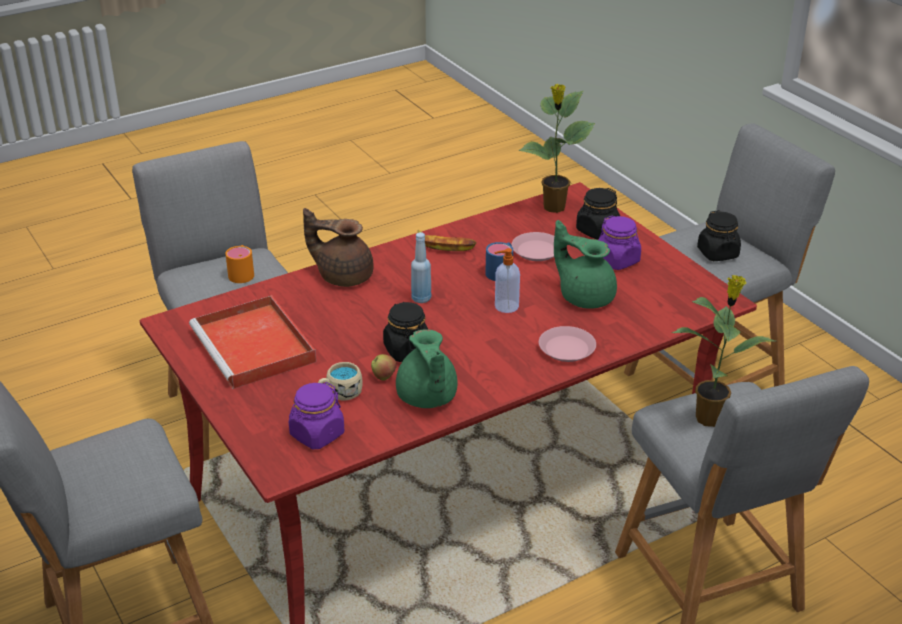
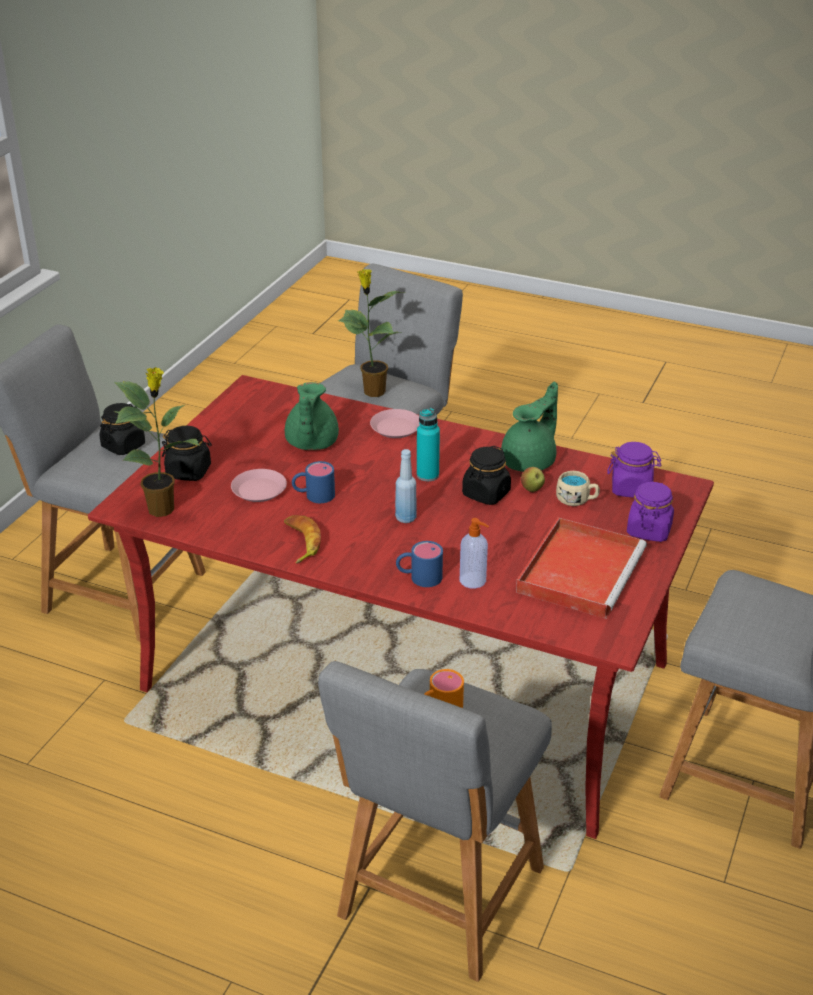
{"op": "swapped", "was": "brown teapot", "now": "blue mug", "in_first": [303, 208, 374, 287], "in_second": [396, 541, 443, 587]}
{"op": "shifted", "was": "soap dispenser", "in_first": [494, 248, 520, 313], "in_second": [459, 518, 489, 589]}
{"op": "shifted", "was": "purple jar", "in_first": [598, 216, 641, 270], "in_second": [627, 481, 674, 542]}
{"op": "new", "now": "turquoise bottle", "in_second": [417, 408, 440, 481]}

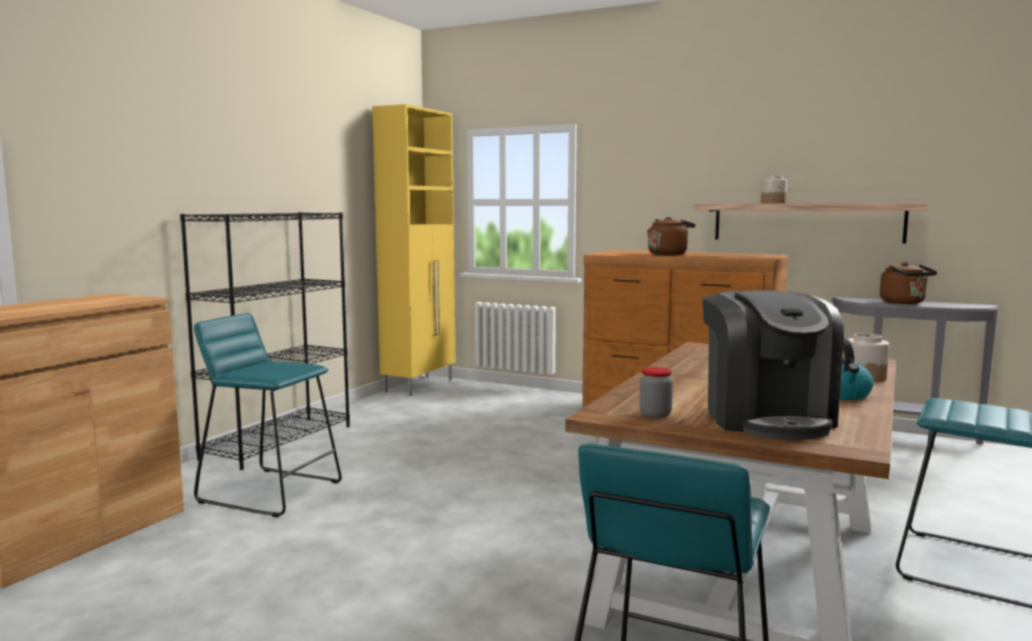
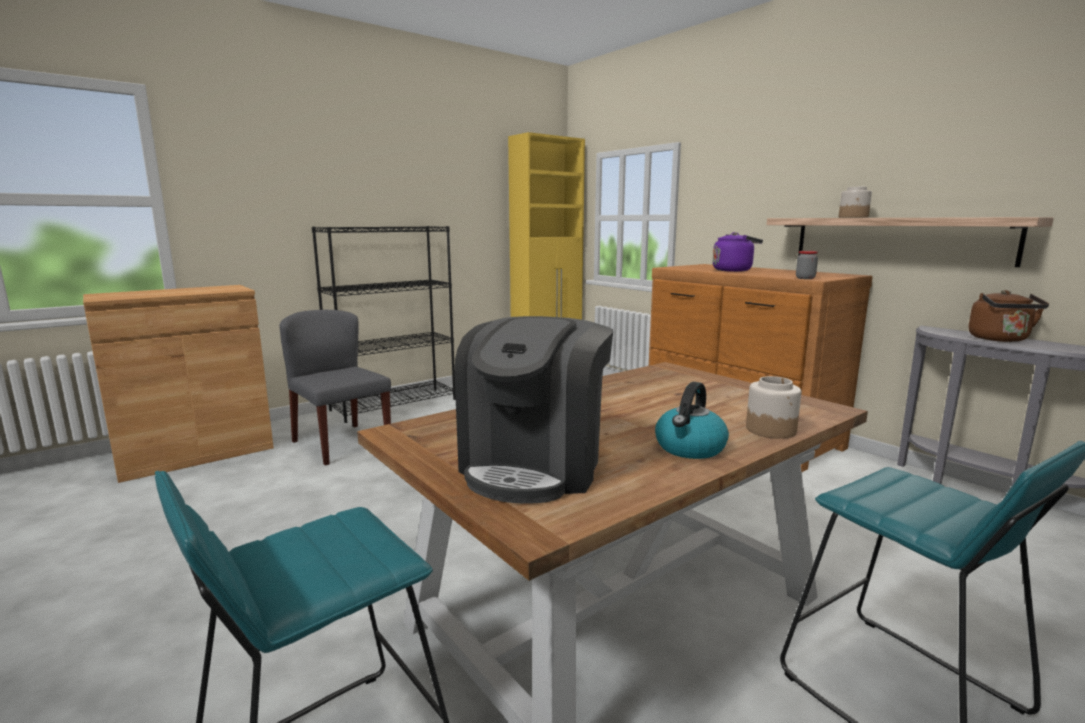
{"op": "swapped", "was": "turquoise stool", "now": "grey chair", "in_first": [194, 313, 342, 517], "in_second": [280, 310, 391, 466]}
{"op": "shifted", "was": "jar", "in_first": [639, 367, 673, 418], "in_second": [796, 251, 818, 279]}
{"op": "repainted", "was": "brown kettle", "now": "purple kettle", "in_first": [647, 217, 696, 256], "in_second": [713, 232, 763, 272]}

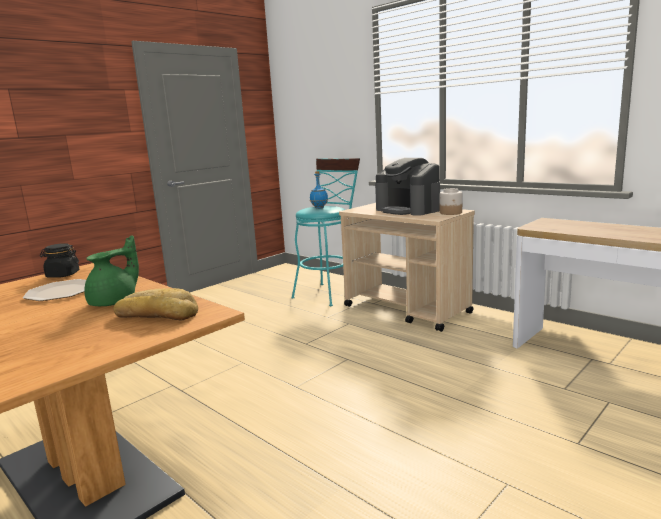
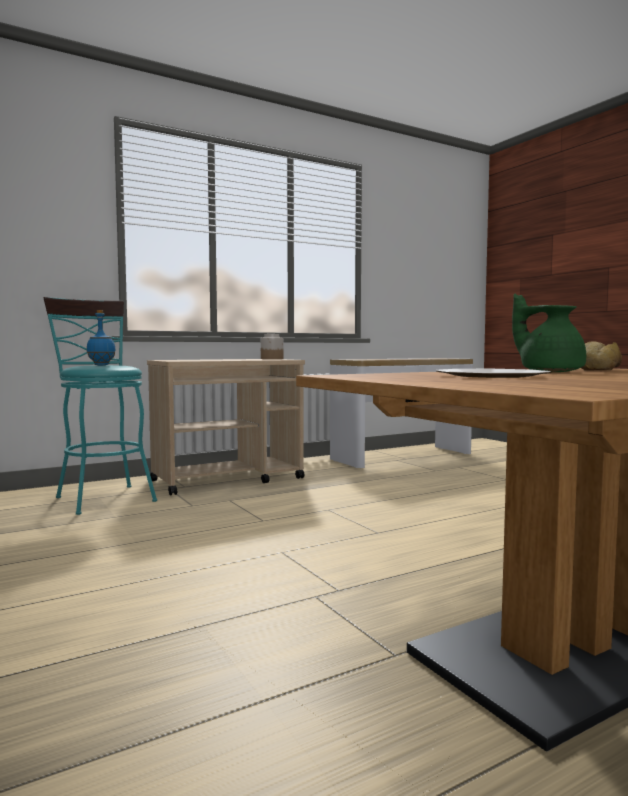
{"op": "gone", "was": "black jar", "in_first": [40, 243, 79, 278]}
{"op": "gone", "was": "coffee machine", "in_first": [375, 158, 440, 216]}

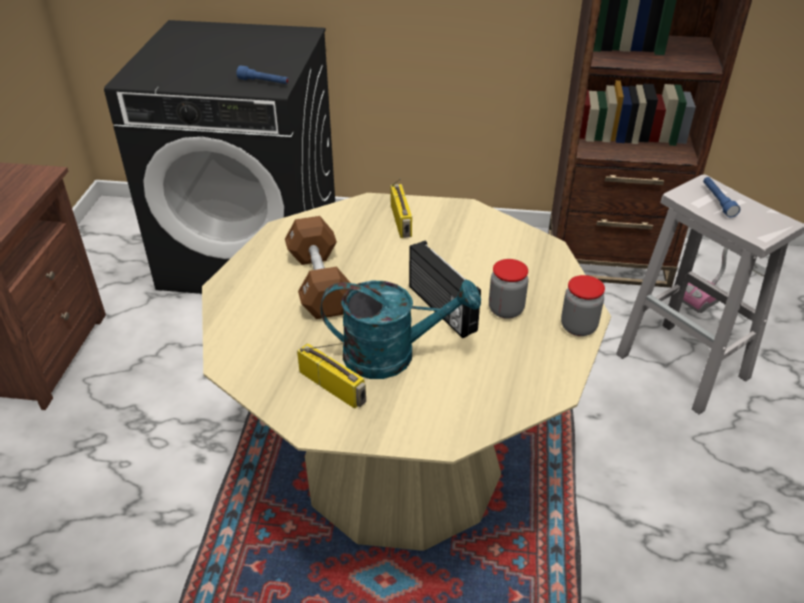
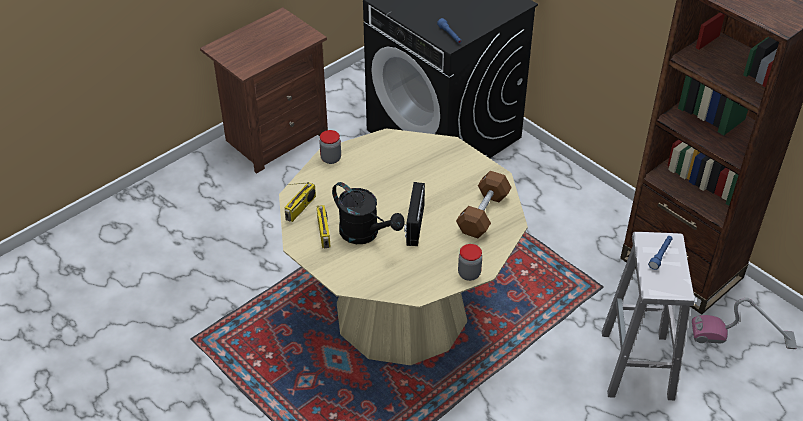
{"op": "shifted", "was": "brown dumbbell", "in_first": [285, 216, 351, 319], "in_second": [456, 171, 512, 238]}
{"op": "repainted", "was": "turquoise watering can", "now": "black watering can", "in_first": [321, 280, 481, 379], "in_second": [332, 182, 405, 244]}
{"op": "shifted", "was": "radio", "in_first": [390, 178, 412, 238], "in_second": [284, 182, 316, 222]}
{"op": "shifted", "was": "jar", "in_first": [489, 259, 528, 319], "in_second": [319, 130, 341, 164]}

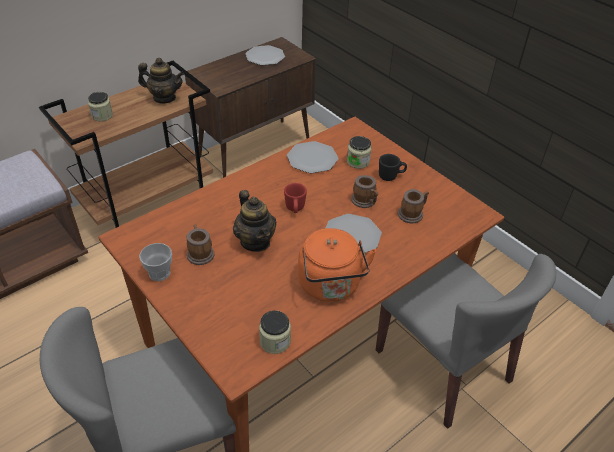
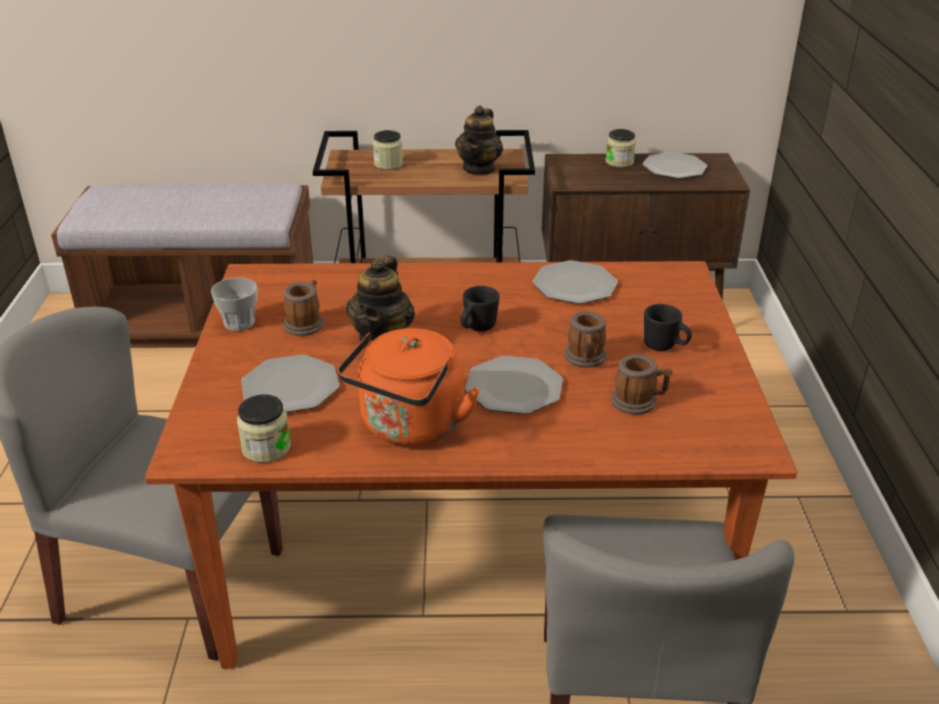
{"op": "rotated", "was": "teapot", "in_first": [138, 58, 184, 104], "in_second": [455, 105, 503, 176], "clockwise": 60}
{"op": "repainted", "was": "red mug", "now": "black mug", "in_first": [284, 183, 307, 213], "in_second": [461, 286, 499, 331]}
{"op": "shifted", "was": "jar", "in_first": [347, 136, 371, 169], "in_second": [606, 129, 636, 167]}
{"op": "new", "now": "plate", "in_second": [241, 355, 339, 413]}

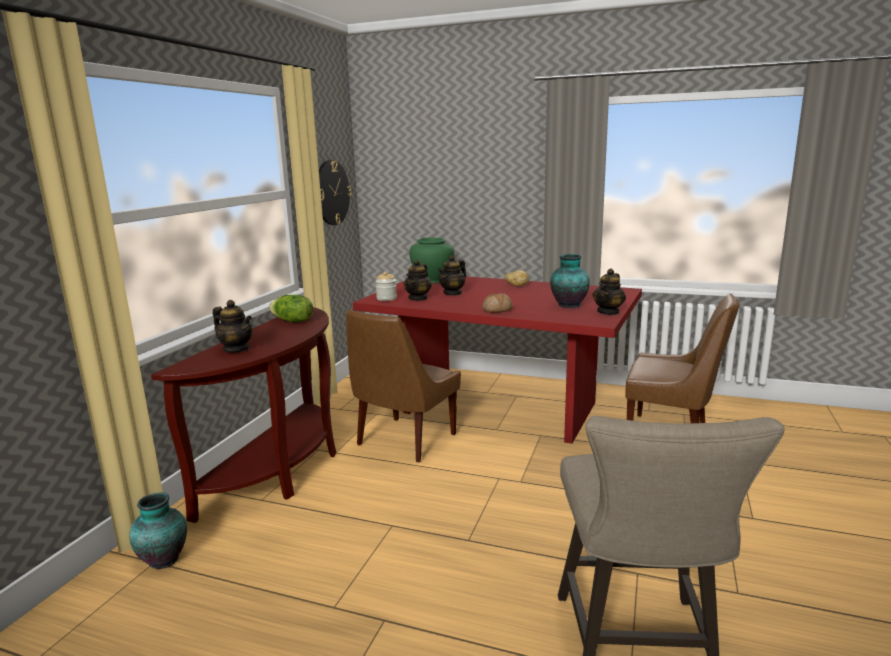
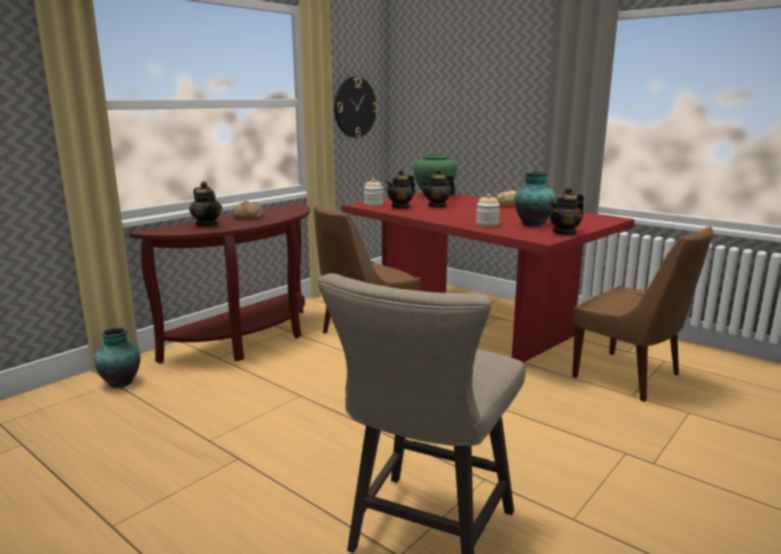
{"op": "gone", "was": "lettuce", "in_first": [269, 295, 313, 322]}
{"op": "shifted", "was": "bread", "in_first": [483, 293, 513, 313], "in_second": [234, 201, 264, 219]}
{"op": "new", "now": "jar", "in_second": [476, 194, 500, 227]}

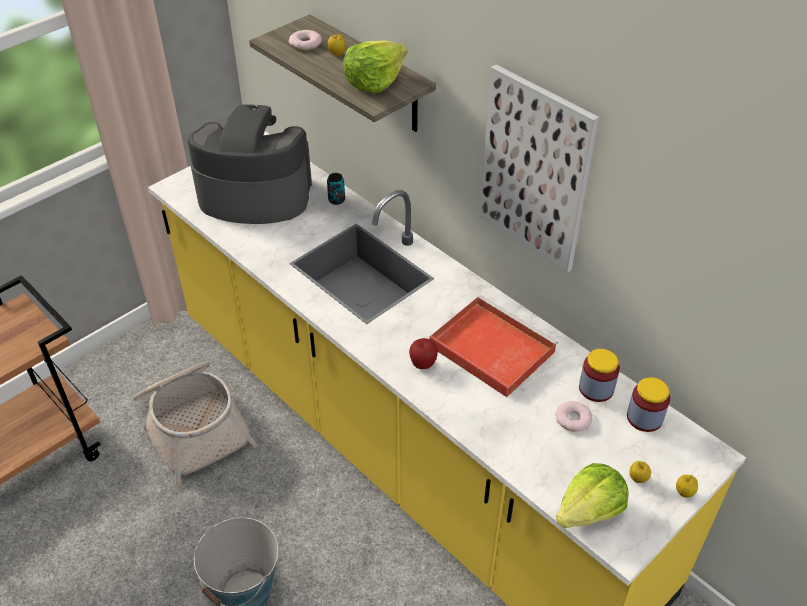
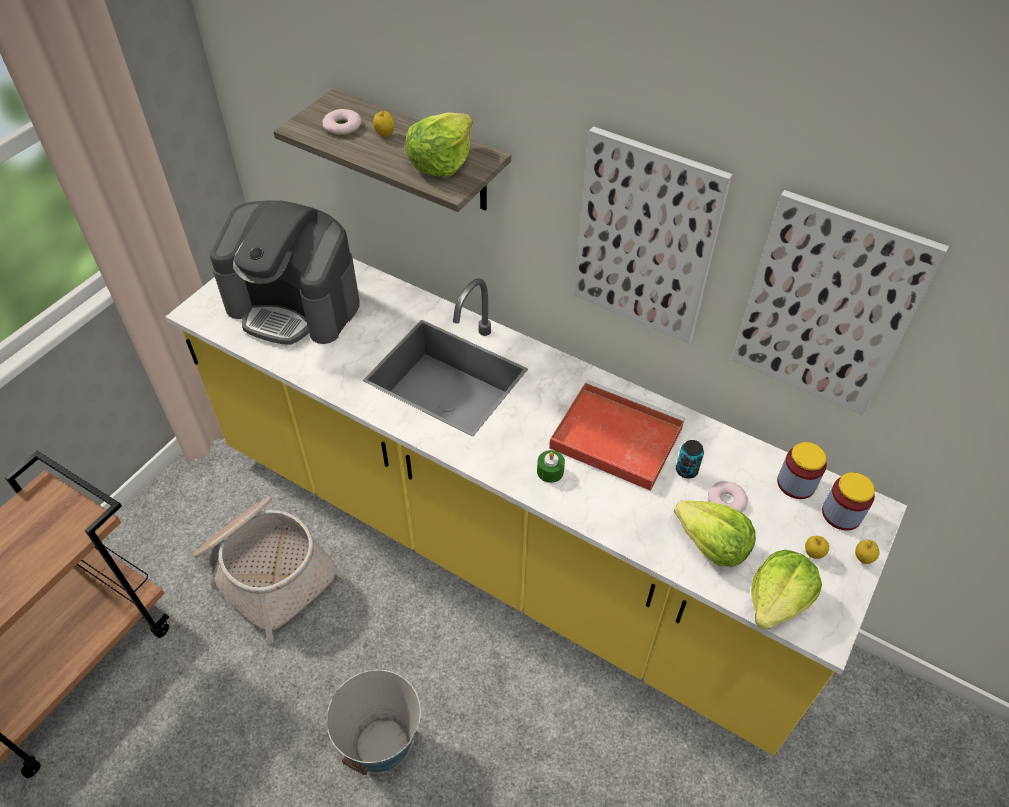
{"op": "rotated", "was": "coffee machine", "in_first": [187, 104, 312, 224], "in_second": [210, 200, 360, 345], "clockwise": -150}
{"op": "shifted", "was": "can", "in_first": [327, 173, 345, 205], "in_second": [676, 440, 704, 479]}
{"op": "swapped", "was": "apple", "now": "green candle", "in_first": [409, 338, 438, 369], "in_second": [537, 450, 565, 483]}
{"op": "shifted", "was": "jar", "in_first": [579, 349, 620, 402], "in_second": [822, 472, 875, 531]}
{"op": "new", "now": "lettuce", "in_second": [674, 500, 756, 567]}
{"op": "new", "now": "picture", "in_second": [731, 190, 949, 416]}

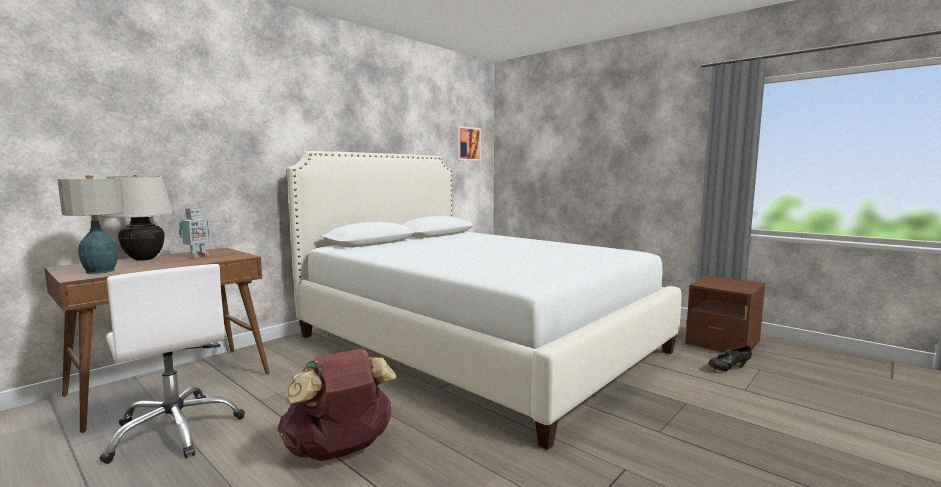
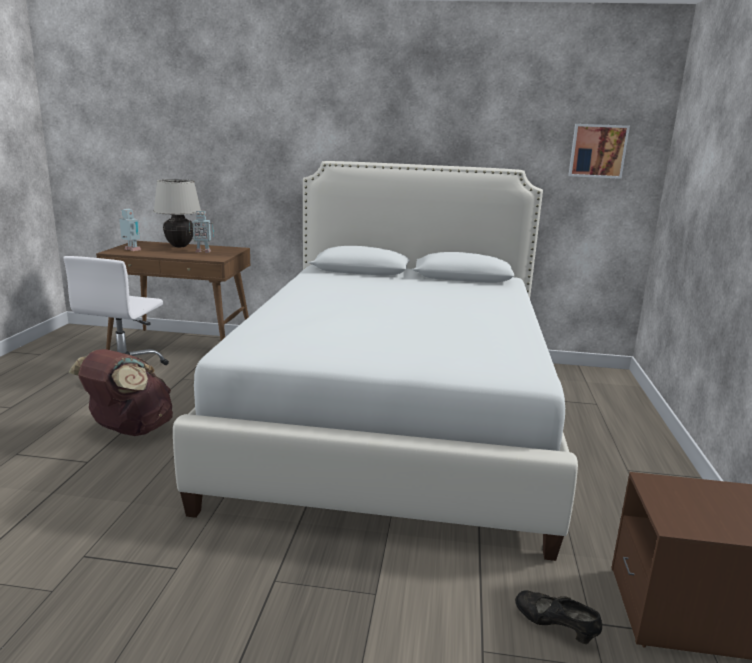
{"op": "swapped", "was": "table lamp", "now": "toy robot", "in_first": [57, 175, 124, 274], "in_second": [119, 209, 141, 251]}

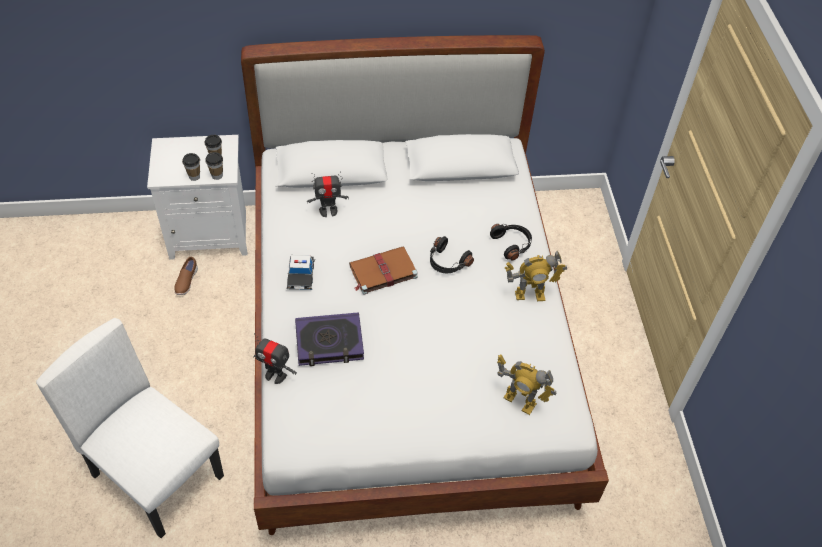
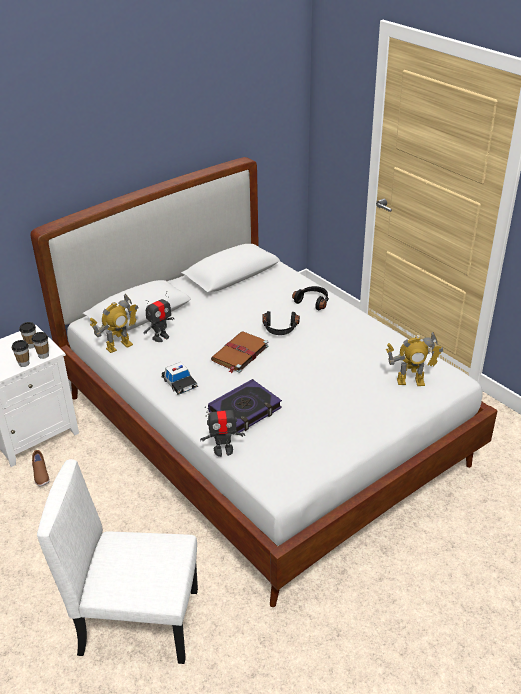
{"op": "shifted", "was": "toy robot", "in_first": [505, 250, 567, 301], "in_second": [90, 294, 138, 353]}

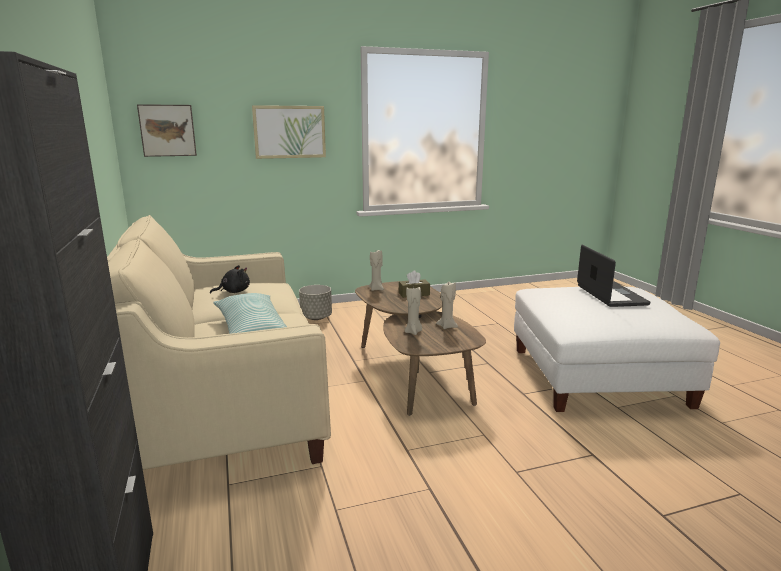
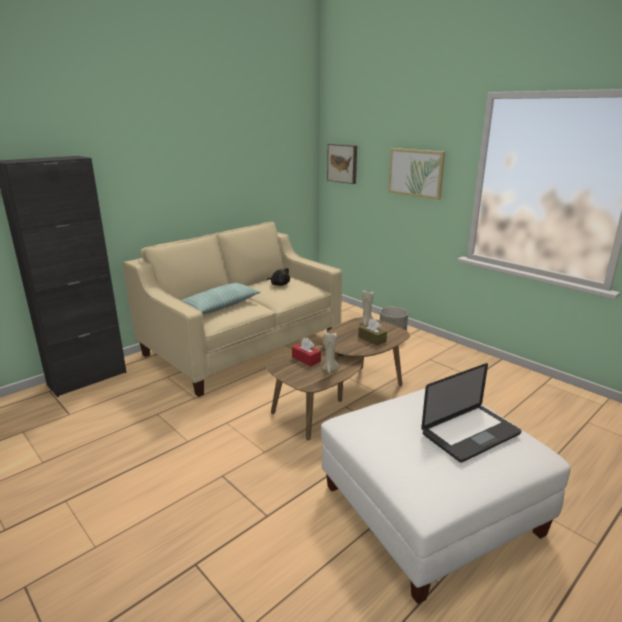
{"op": "swapped", "was": "beige candle", "now": "red tissue box", "in_first": [405, 287, 422, 335], "in_second": [292, 338, 321, 366]}

